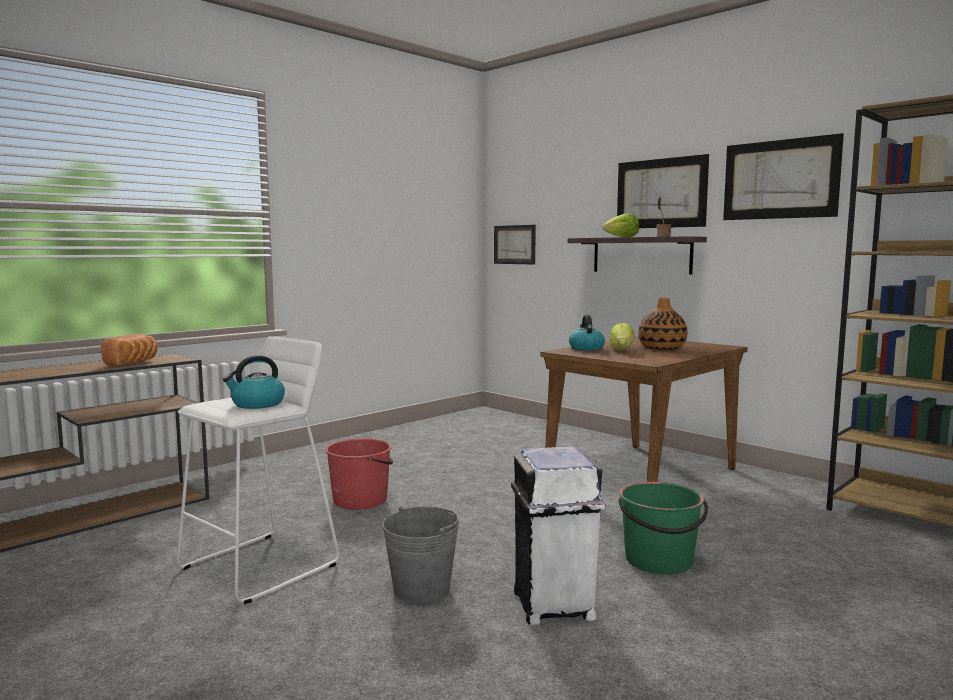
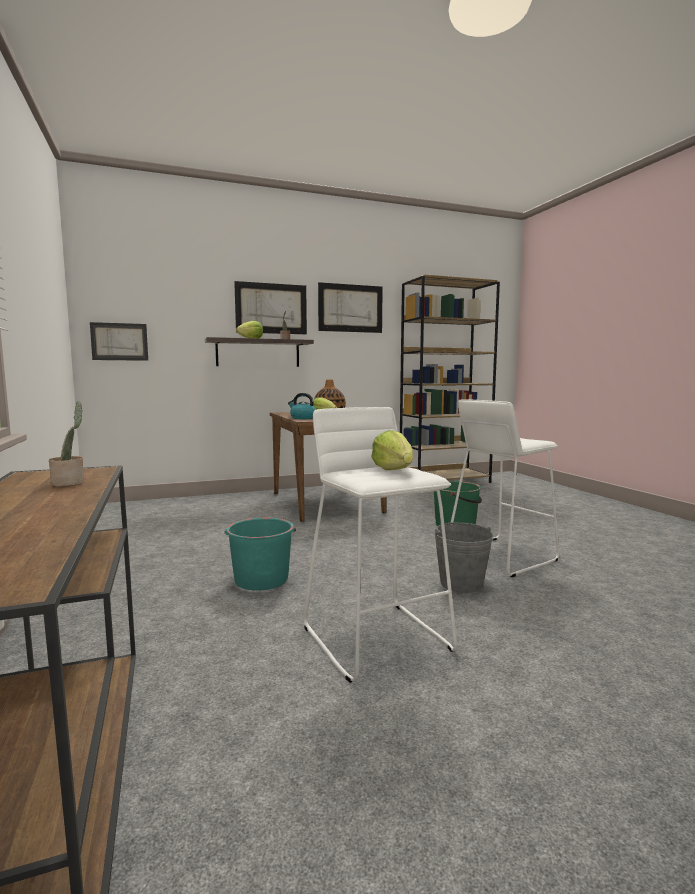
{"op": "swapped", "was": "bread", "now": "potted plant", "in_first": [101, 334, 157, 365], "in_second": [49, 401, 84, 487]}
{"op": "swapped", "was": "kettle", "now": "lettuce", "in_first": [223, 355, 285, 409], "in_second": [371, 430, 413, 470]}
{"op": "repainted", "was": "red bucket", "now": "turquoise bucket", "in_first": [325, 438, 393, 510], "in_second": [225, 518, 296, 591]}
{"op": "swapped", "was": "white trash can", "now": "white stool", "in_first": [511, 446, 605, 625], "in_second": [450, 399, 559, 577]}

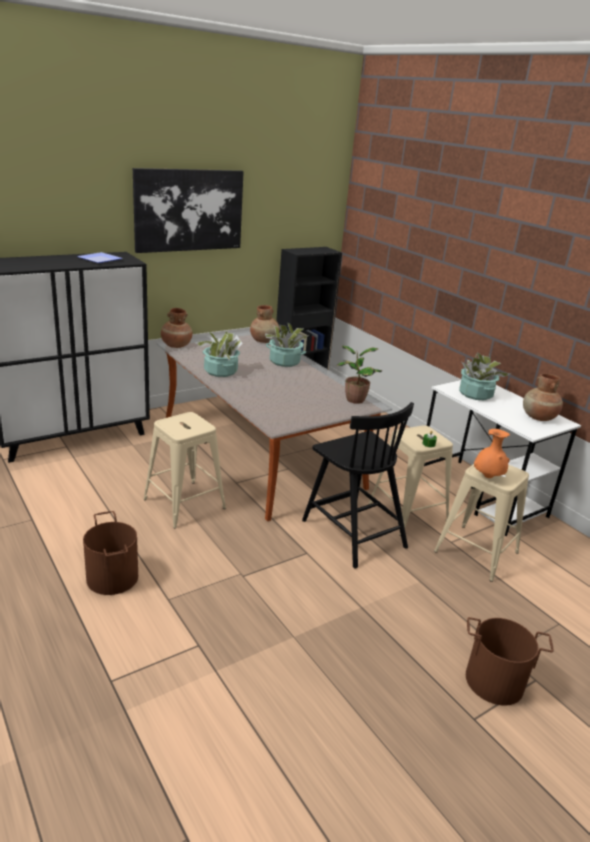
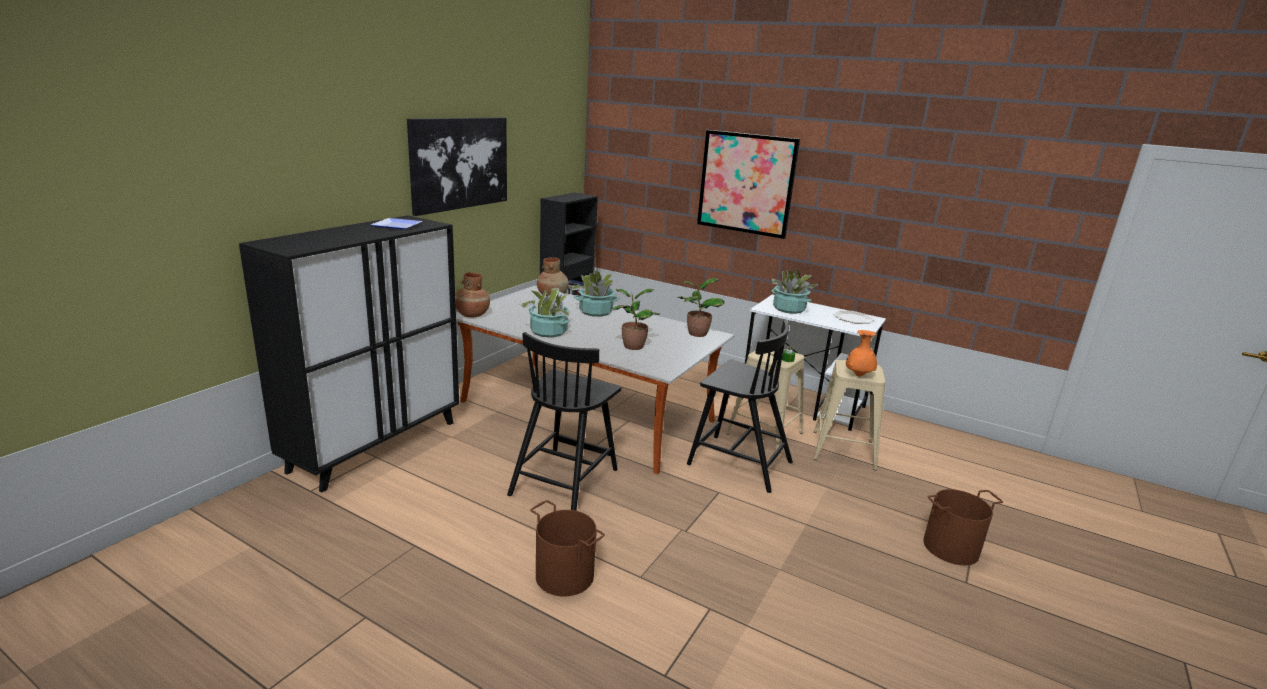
{"op": "swapped", "was": "beige stool", "now": "black chair", "in_first": [143, 412, 226, 528], "in_second": [507, 332, 622, 511]}
{"op": "swapped", "was": "brown vase", "now": "plate", "in_first": [523, 373, 563, 421], "in_second": [833, 311, 874, 324]}
{"op": "new", "now": "potted plant", "in_second": [611, 289, 660, 350]}
{"op": "new", "now": "picture", "in_second": [697, 130, 800, 239]}

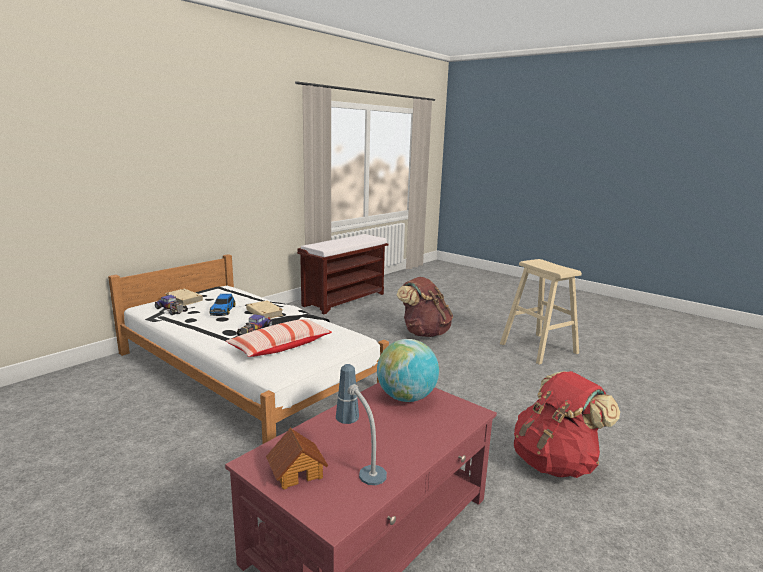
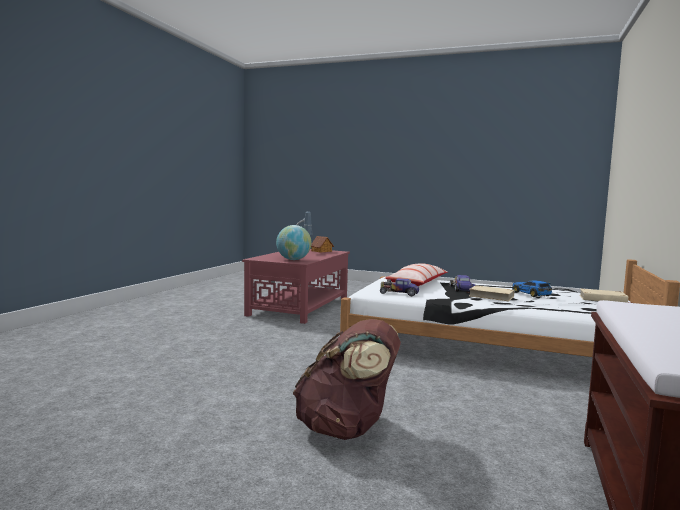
{"op": "shifted", "was": "toy car", "in_first": [155, 295, 188, 315], "in_second": [380, 278, 419, 296]}
{"op": "gone", "was": "beige stool", "in_first": [500, 259, 582, 365]}
{"op": "gone", "was": "red backpack", "in_first": [514, 371, 620, 478]}

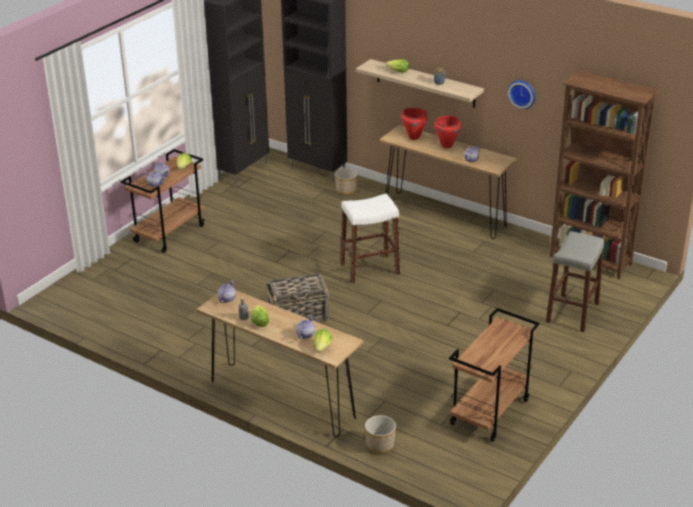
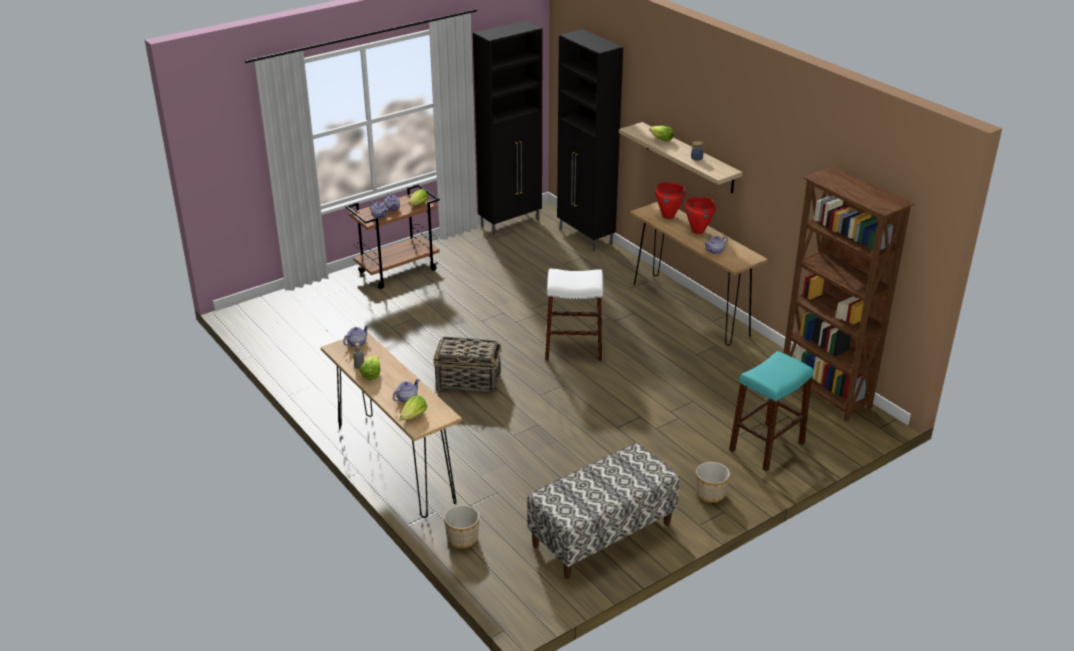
{"op": "shifted", "was": "planter", "in_first": [335, 168, 358, 195], "in_second": [696, 462, 730, 503]}
{"op": "swapped", "was": "brown cart", "now": "bench", "in_first": [449, 308, 540, 442], "in_second": [527, 443, 679, 579]}
{"op": "gone", "was": "wall clock", "in_first": [508, 80, 535, 109]}
{"op": "repainted", "was": "grey stool", "now": "turquoise stool", "in_first": [546, 231, 605, 332], "in_second": [729, 351, 813, 472]}

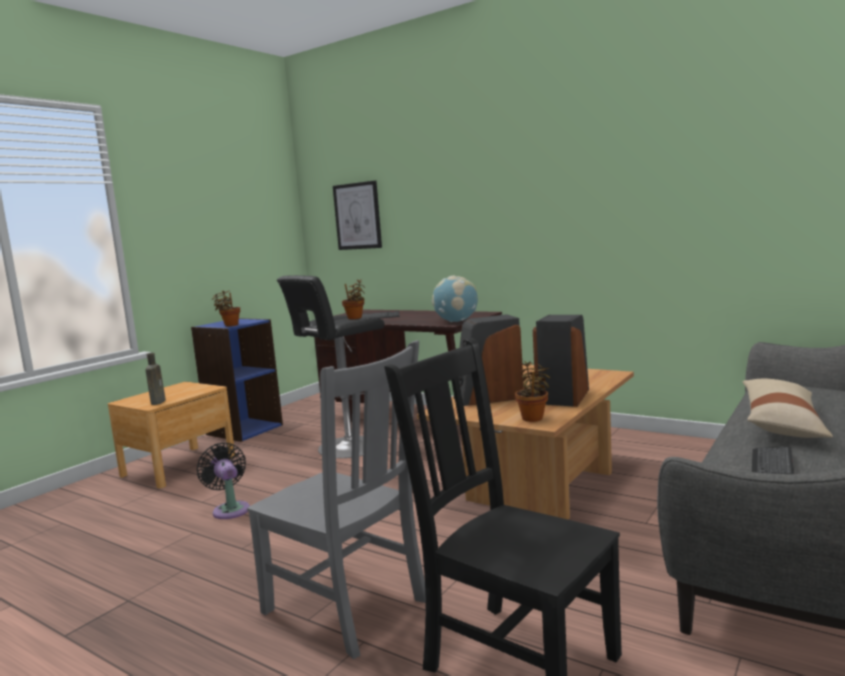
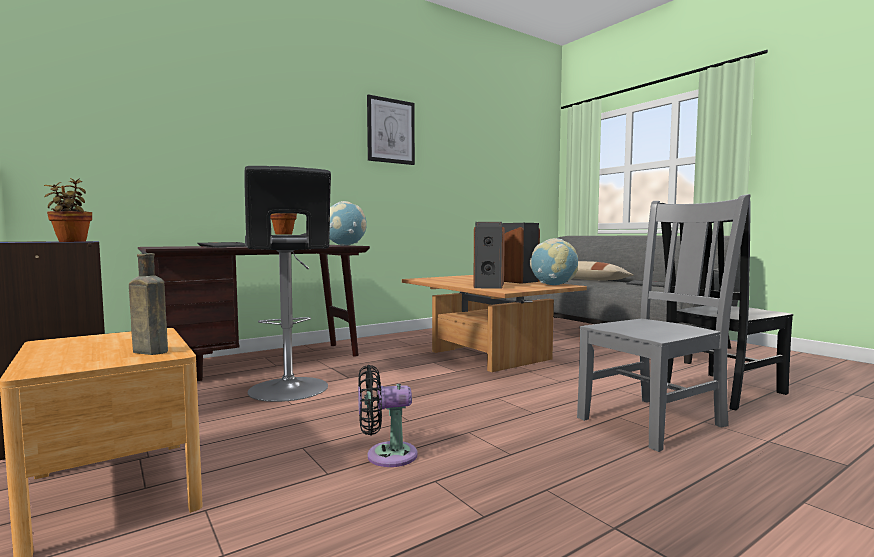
{"op": "shifted", "was": "picture", "in_first": [333, 180, 382, 250], "in_second": [367, 94, 415, 165]}
{"op": "swapped", "was": "potted plant", "now": "globe", "in_first": [515, 361, 550, 422], "in_second": [530, 238, 578, 285]}

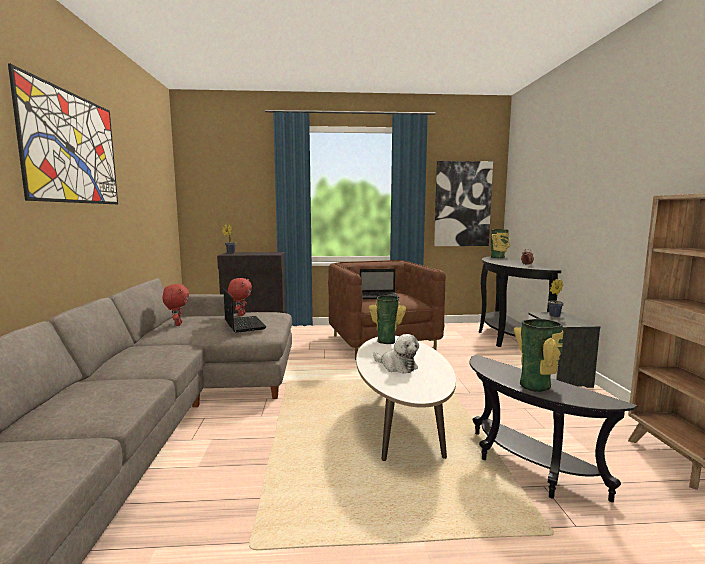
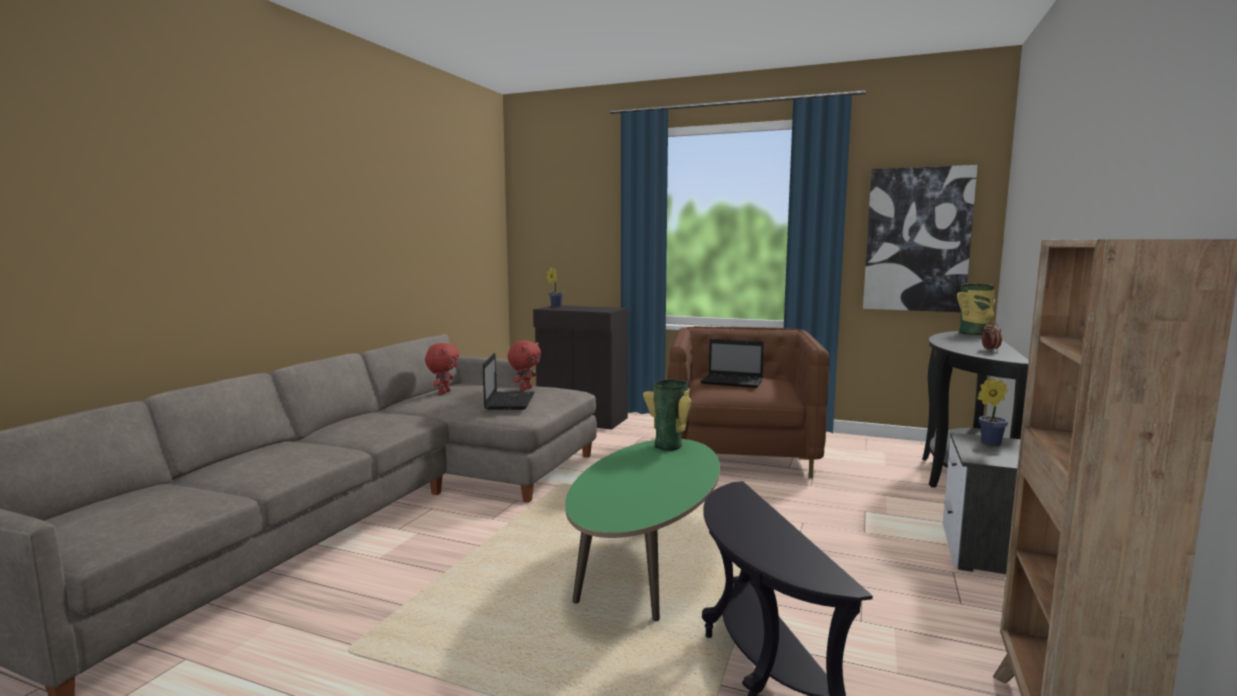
{"op": "gone", "was": "picture", "in_first": [8, 64, 118, 204]}
{"op": "repainted", "was": "white coffee table", "now": "green coffee table", "in_first": [356, 336, 456, 461], "in_second": [565, 439, 720, 621]}
{"op": "gone", "was": "plush toy", "in_first": [373, 334, 419, 373]}
{"op": "gone", "was": "vase", "in_first": [514, 319, 564, 392]}

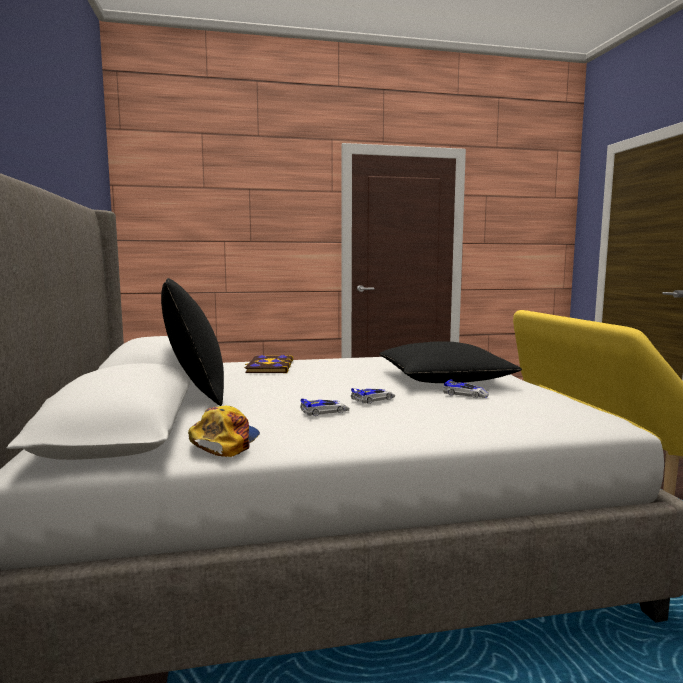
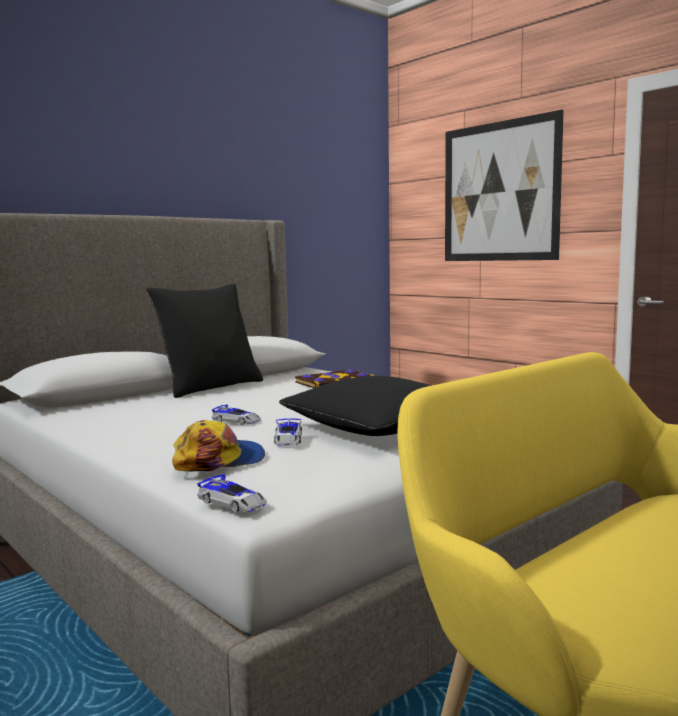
{"op": "shifted", "was": "cap", "in_first": [188, 406, 260, 457], "in_second": [172, 420, 265, 471]}
{"op": "shifted", "was": "toy car", "in_first": [300, 398, 349, 416], "in_second": [197, 474, 267, 512]}
{"op": "new", "now": "picture", "in_second": [445, 110, 564, 261]}

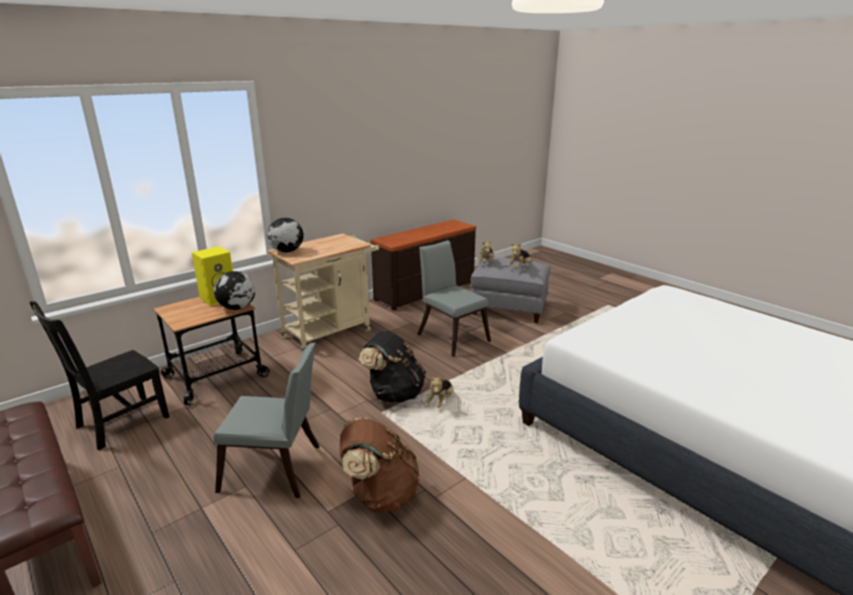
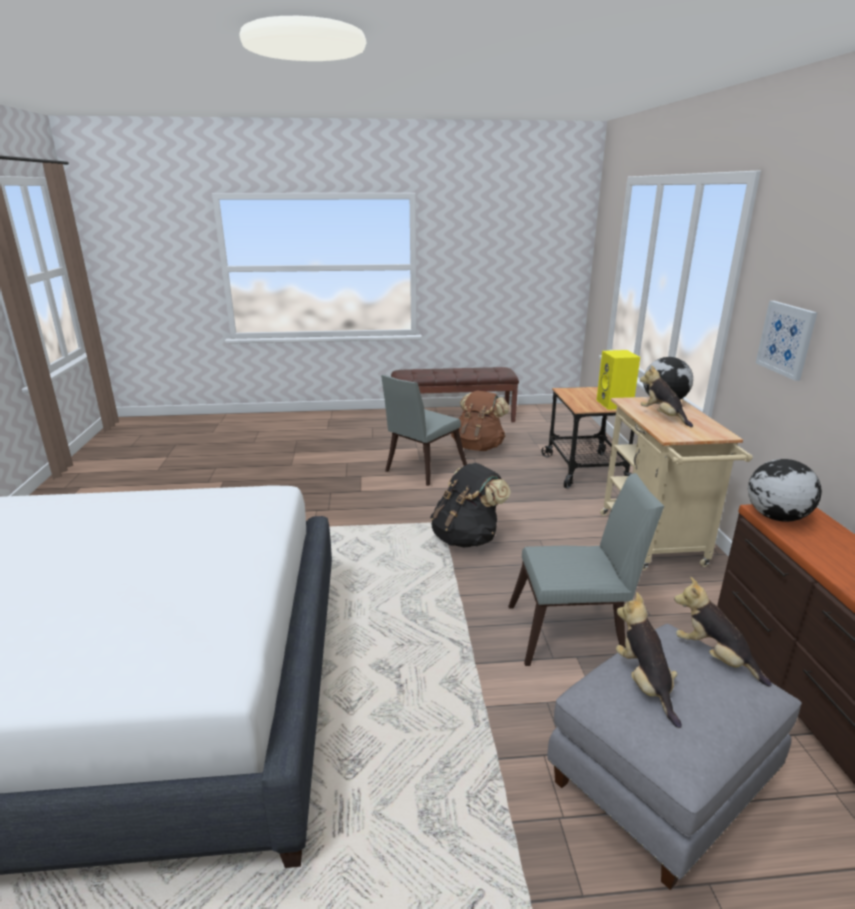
{"op": "gone", "was": "black chair", "in_first": [29, 301, 170, 450]}
{"op": "shifted", "was": "globe", "in_first": [214, 271, 255, 310], "in_second": [748, 459, 822, 522]}
{"op": "shifted", "was": "brown backpack", "in_first": [340, 418, 420, 513], "in_second": [451, 390, 510, 451]}
{"op": "shifted", "was": "plush toy", "in_first": [426, 377, 454, 408], "in_second": [640, 365, 693, 427]}
{"op": "new", "now": "picture", "in_second": [756, 301, 817, 381]}

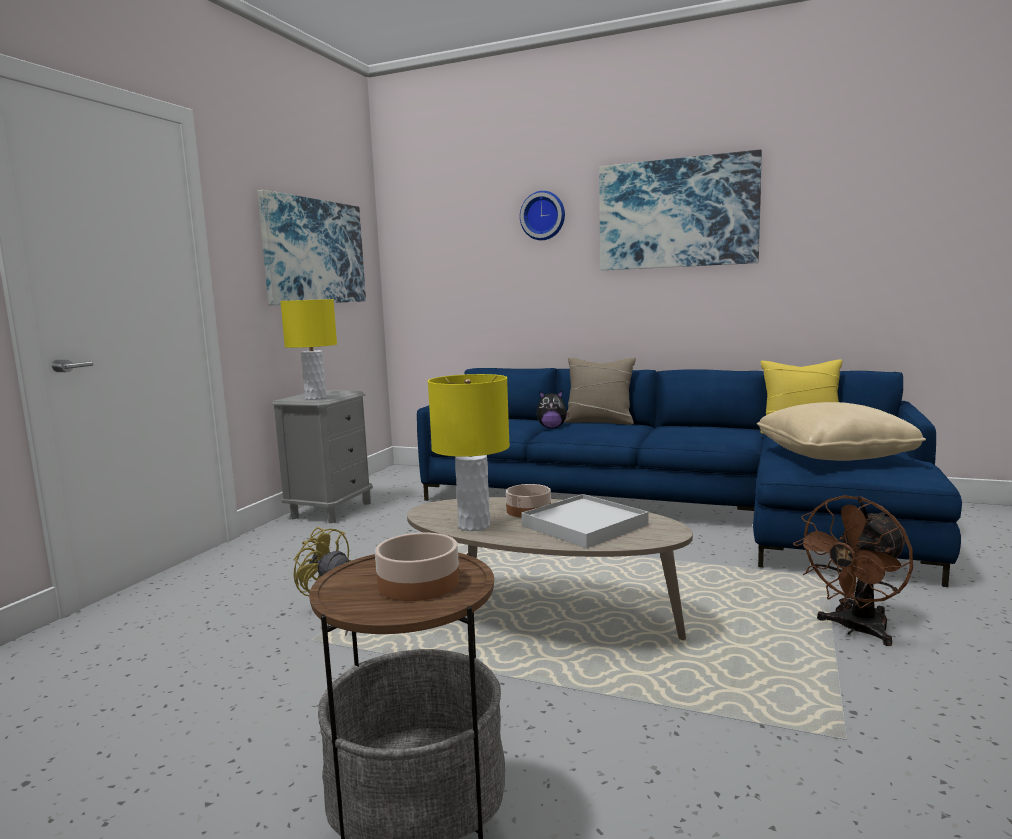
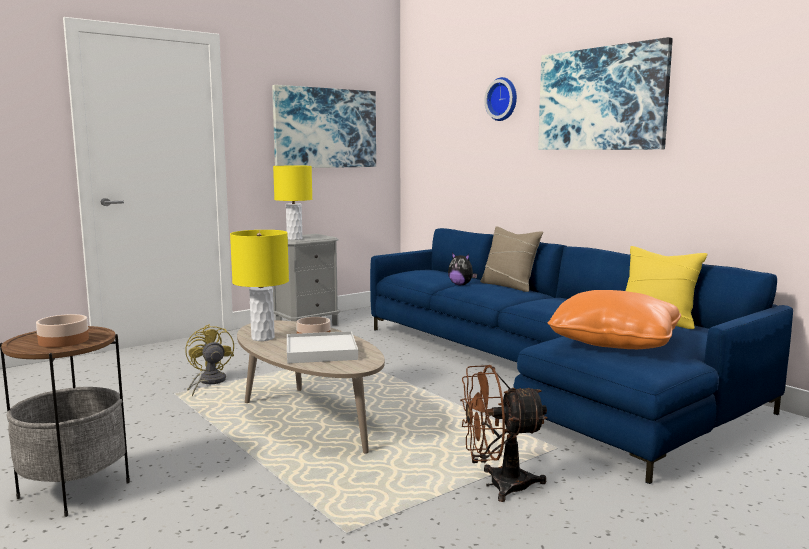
{"op": "repainted", "was": "beige pillow", "now": "orange pillow", "in_first": [757, 402, 926, 461], "in_second": [548, 290, 681, 349]}

